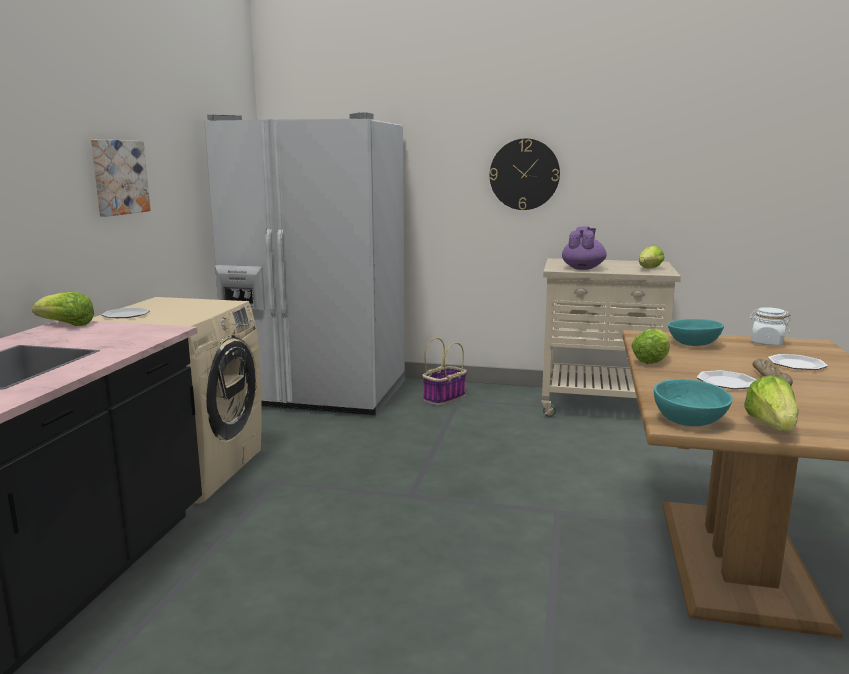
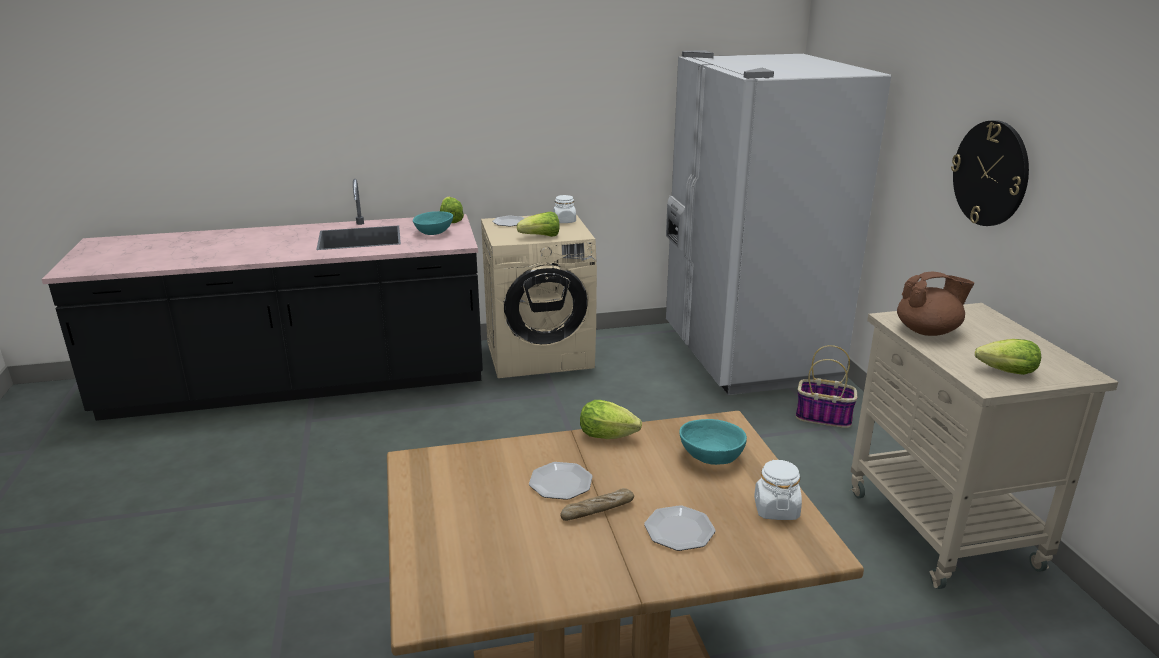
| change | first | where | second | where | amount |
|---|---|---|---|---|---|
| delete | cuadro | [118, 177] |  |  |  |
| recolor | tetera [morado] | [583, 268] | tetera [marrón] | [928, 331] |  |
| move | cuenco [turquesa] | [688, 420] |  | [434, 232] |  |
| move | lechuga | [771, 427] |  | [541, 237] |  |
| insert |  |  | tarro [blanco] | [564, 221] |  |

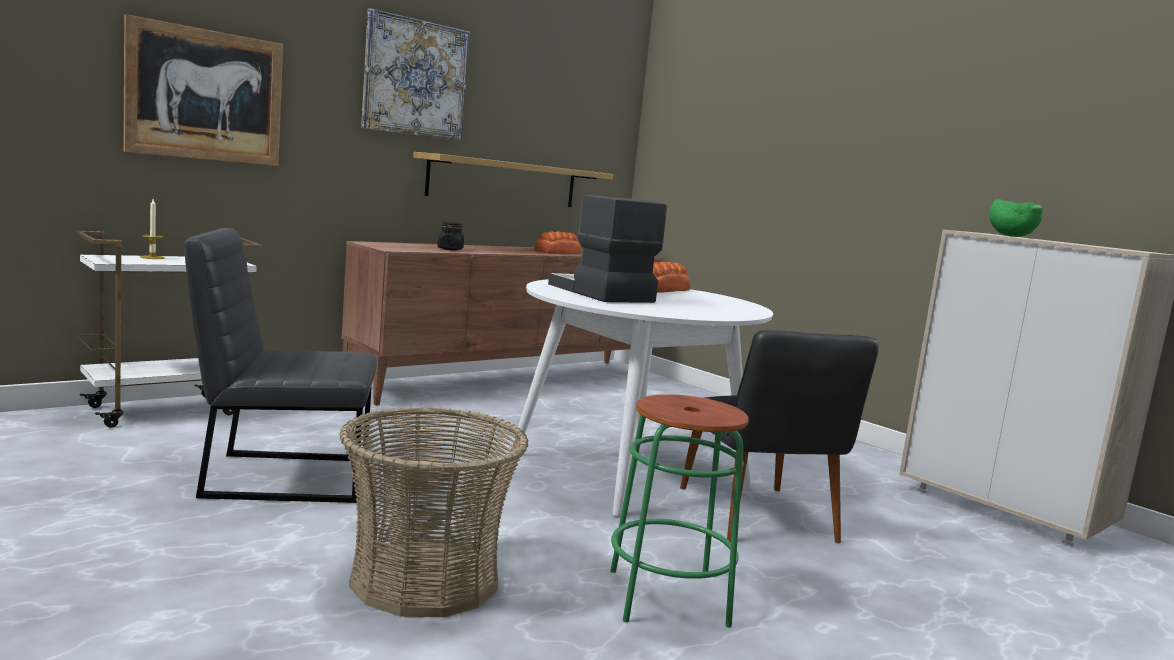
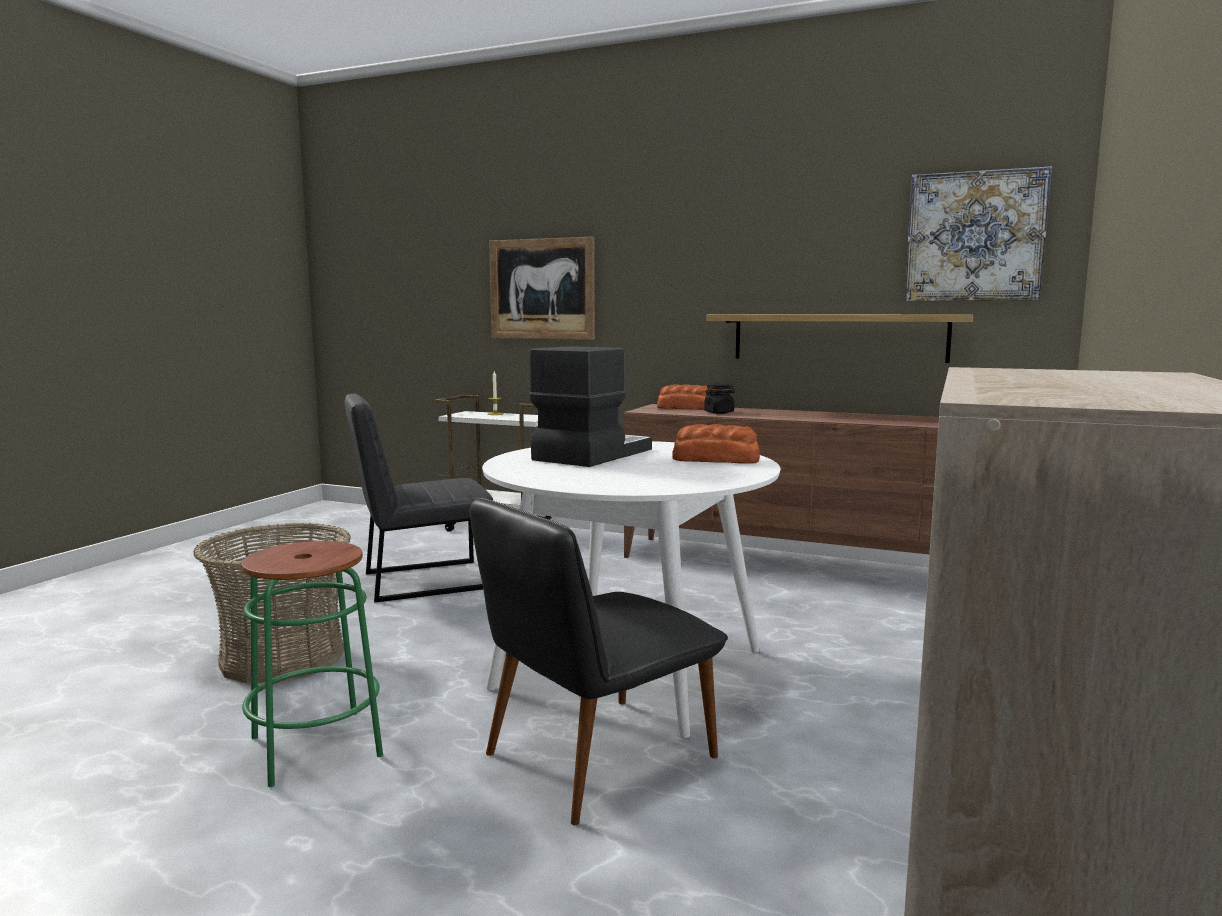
| change | first | where | second | where | amount |
|---|---|---|---|---|---|
| rotate | silla [gris] | [282, 477] |  | [422, 580] | 75 degrees counterclockwise |
| move | cuadro | [415, 78] |  | [974, 236] |  |
| move | pan | [557, 252] |  | [685, 408] |  |
| delete | cuenco [verde] | [1009, 236] |  |  |  |

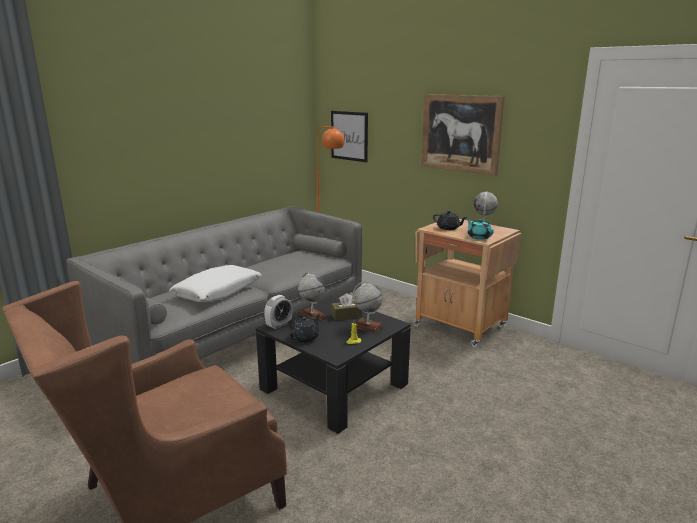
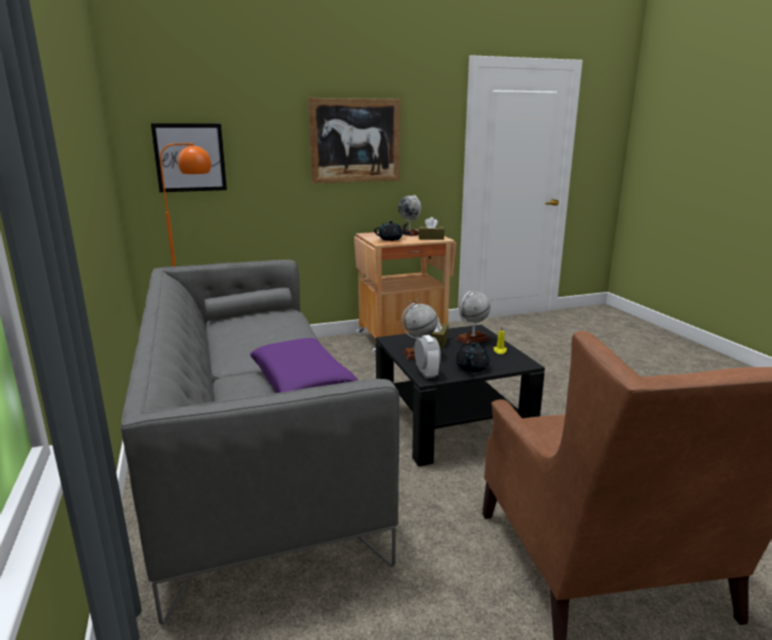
| change | first | where | second | where | amount |
|---|---|---|---|---|---|
| recolor | cojín [blanco] | [217, 292] | cojín [morado] | [302, 381] |  |
| rotate | tetera [negro] | [305, 337] |  | [471, 367] | 135 degrees counterclockwise |
| replace | tetera [turquesa] | [478, 237] | caja de pañuelos [marrón] | [431, 238] |  |

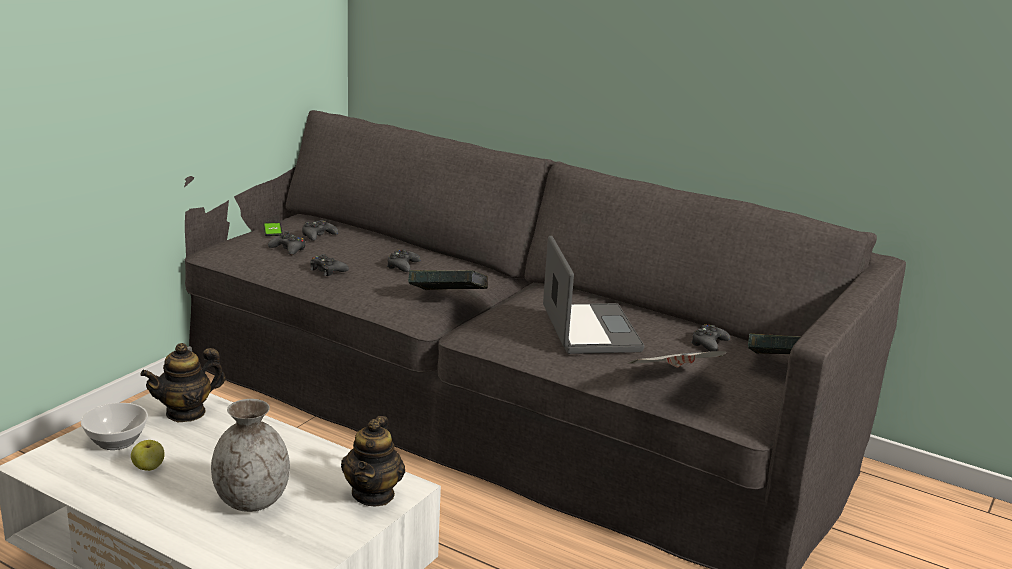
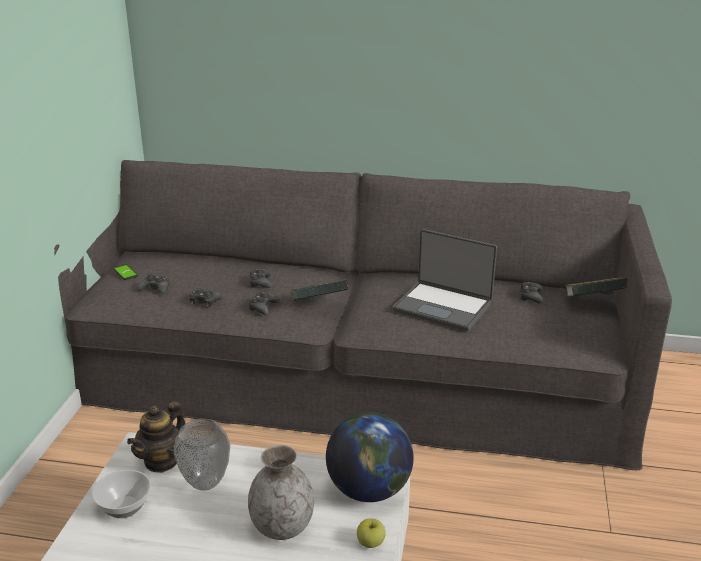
| change | first | where | second | where | amount |
|---|---|---|---|---|---|
| move | manzana | [149, 467] |  | [371, 543] |  |
| move | mando de consola [negro] | [318, 235] |  | [263, 307] |  |
| replace | tetera | [373, 494] | globo terráqueo | [369, 490] |  |
| rotate | portátil | [588, 330] |  | [443, 307] | 150 degrees clockwise |
| delete | periódico | [672, 382] |  |  |  |
| insert |  |  | florero | [206, 482] |  |

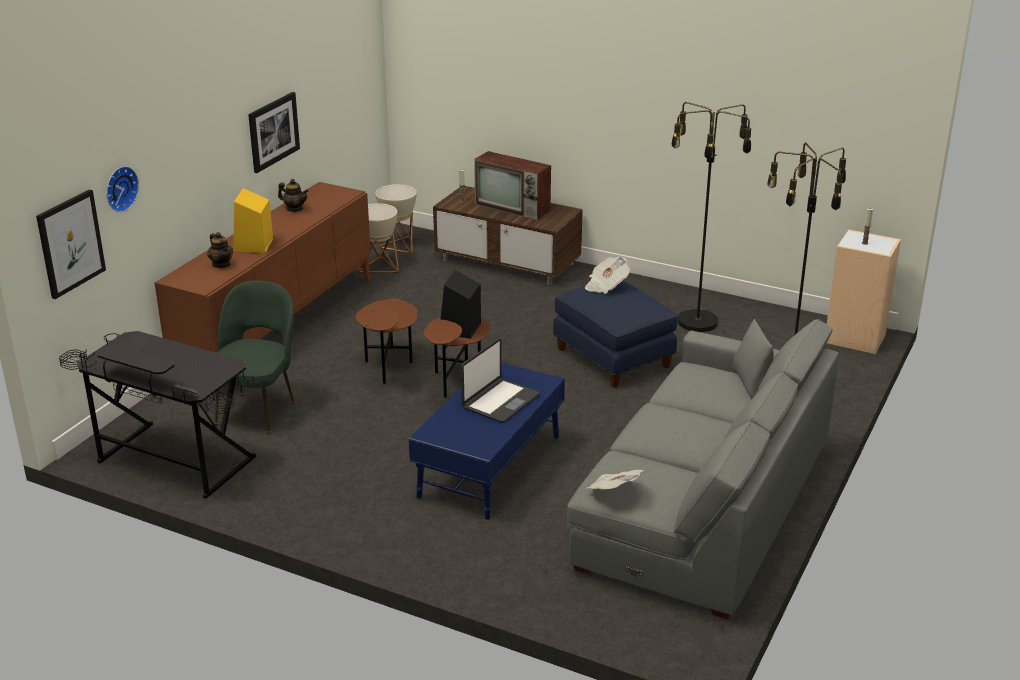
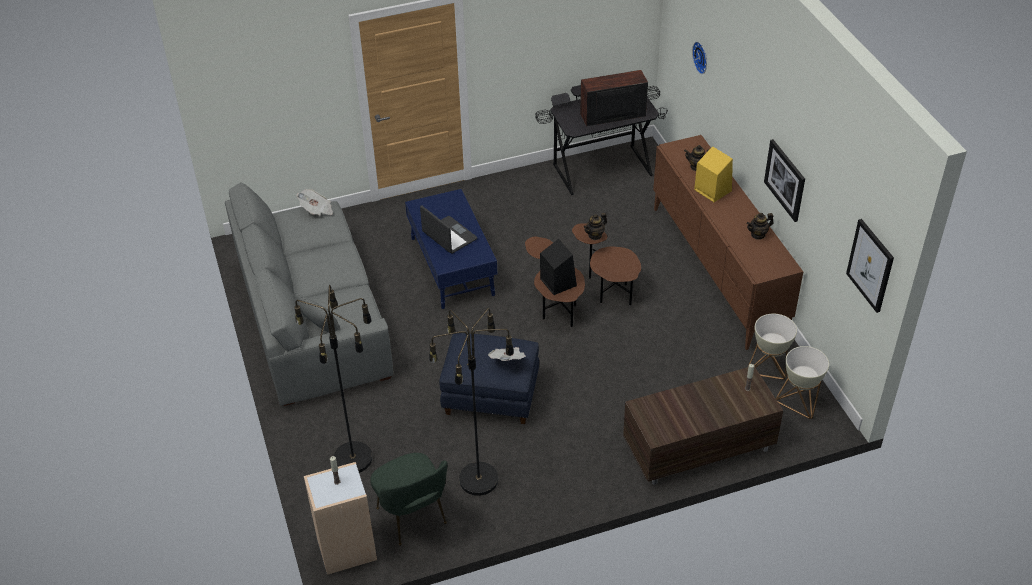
| change | first | where | second | where | amount |
|---|---|---|---|---|---|
| move | cuadro | [70, 243] |  | [870, 265] |  |
| move | silla [verde] | [259, 410] |  | [414, 520] |  |
| rotate | portátil | [499, 401] |  | [449, 236] | 150 degrees clockwise |
| move | televisor | [514, 207] |  | [611, 115] |  |
| insert |  |  | tetera | [595, 235] |  |

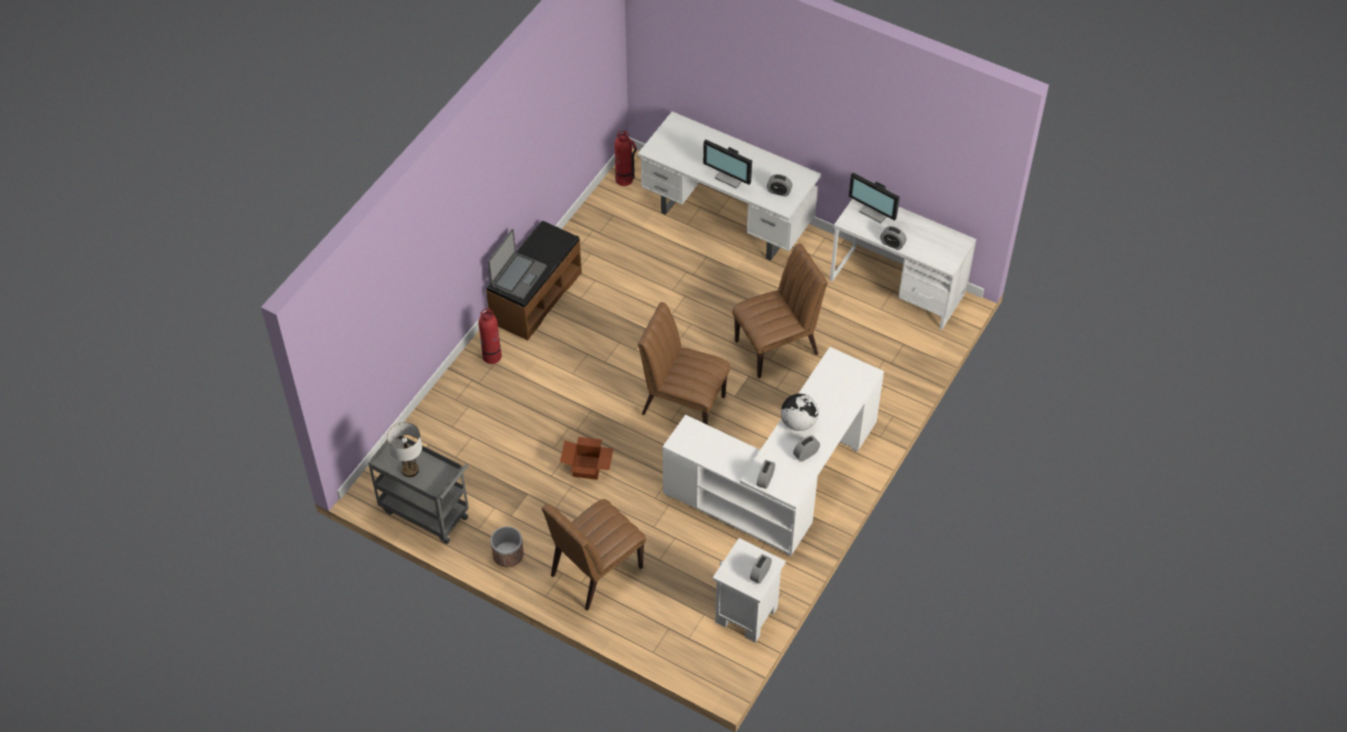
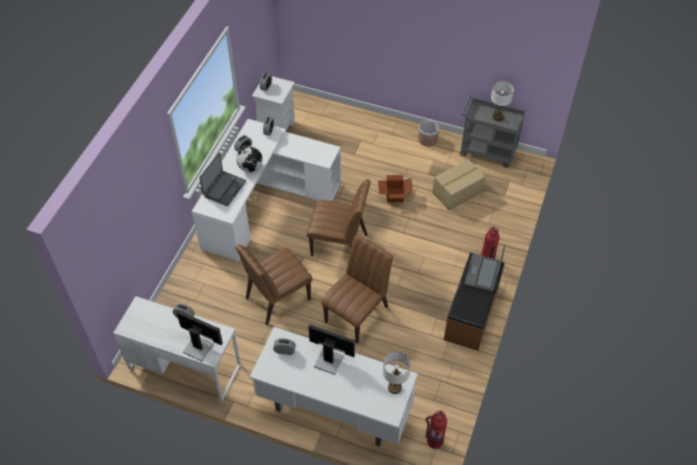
| change | first | where | second | where | amount |
|---|---|---|---|---|---|
| move | silla [marrón] | [596, 570] |  | [356, 315] |  |
| insert |  |  | portátil | [224, 189] |  |
| insert |  |  | lámpara de mesa | [394, 387] |  |
| insert |  |  | caja de cartón | [458, 192] |  |

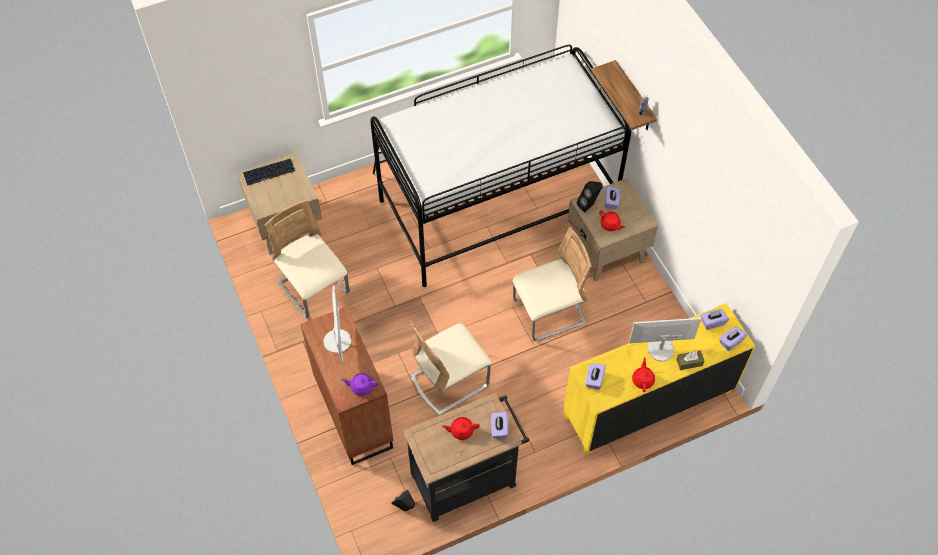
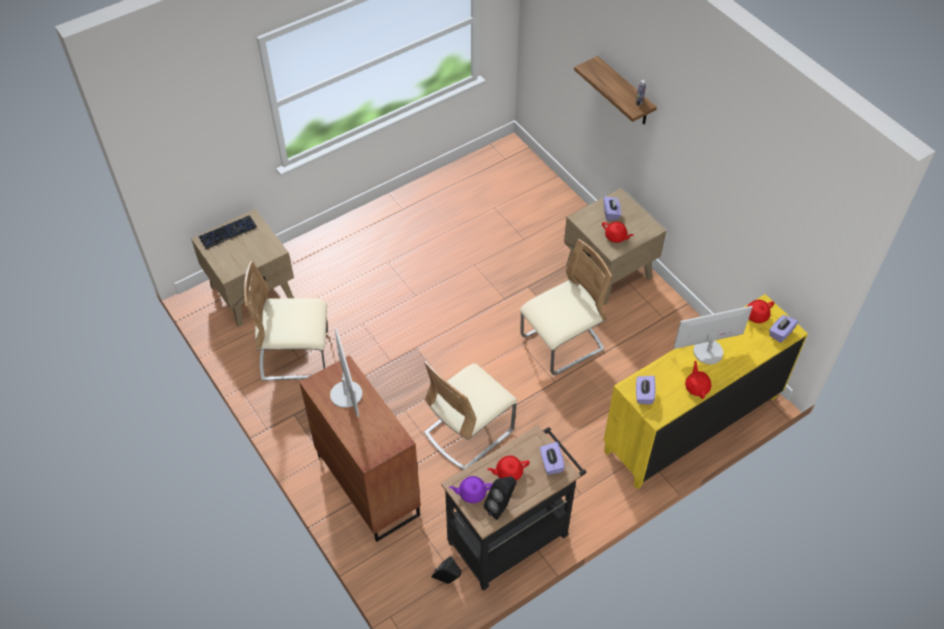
| change | first | where | second | where | amount |
|---|---|---|---|---|---|
| rotate | silla [beis] | [314, 288] |  | [296, 356] | 45 degrees counterclockwise |
| move | tetera [morado] | [361, 387] |  | [471, 493] |  |
| delete | cama [negro] | [493, 206] |  |  |  |
| move | altavoz [negro] | [589, 205] |  | [501, 507] |  |
| delete | caja de pañuelos [marrón] | [689, 362] |  |  |  |
| replace | caja de pañuelos [morado] | [712, 322] | tetera [rojo] | [756, 316] |  |

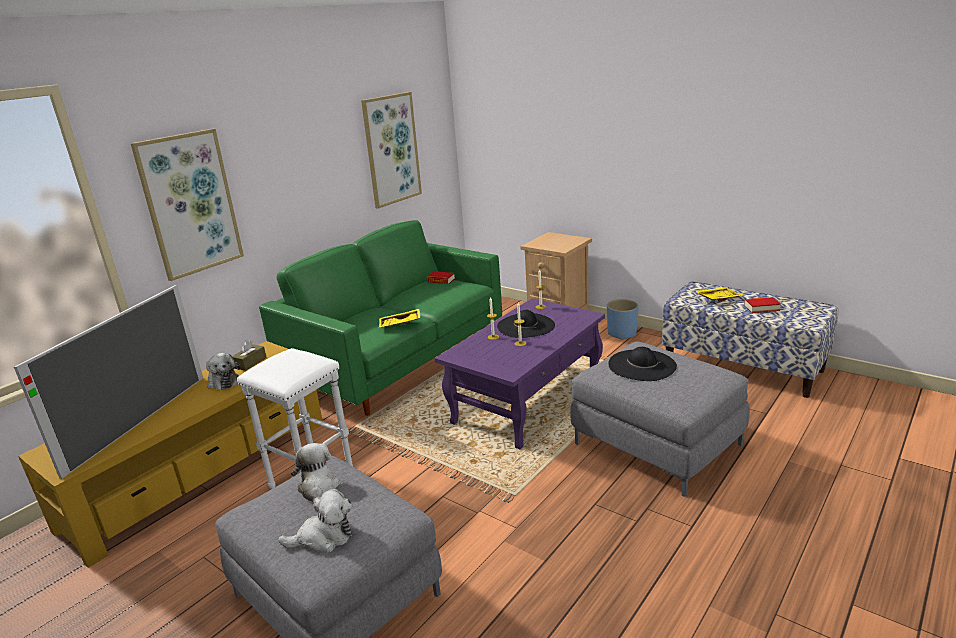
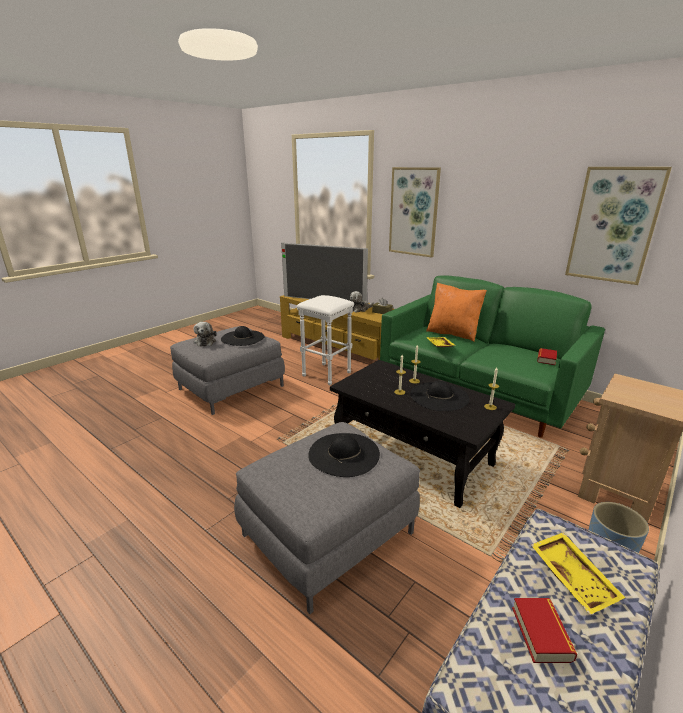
| change | first | where | second | where | amount |
|---|---|---|---|---|---|
| replace | peluche | [318, 489] | sombrero [negro] | [242, 338] |  |
| recolor | mesa de centro [morado] | [528, 401] | mesa de centro [negro] | [415, 456] |  |
| insert |  |  | cojín [naranja] | [453, 333] |  |

